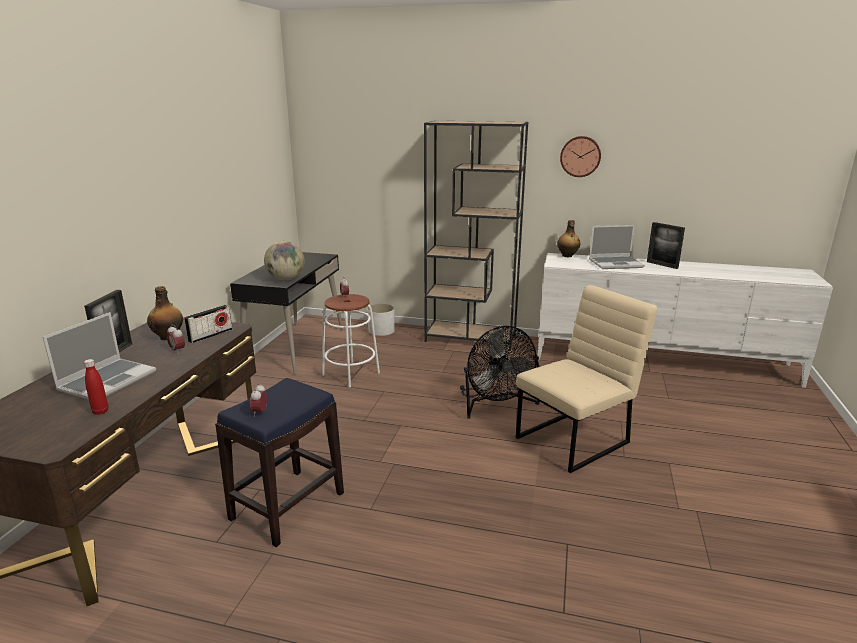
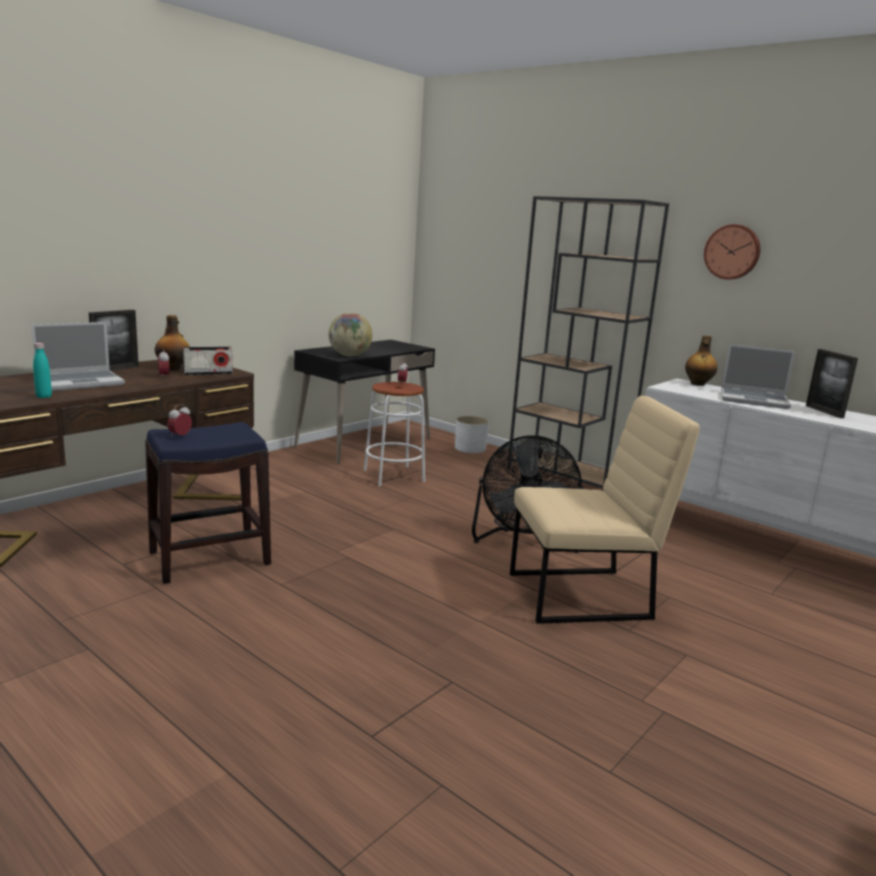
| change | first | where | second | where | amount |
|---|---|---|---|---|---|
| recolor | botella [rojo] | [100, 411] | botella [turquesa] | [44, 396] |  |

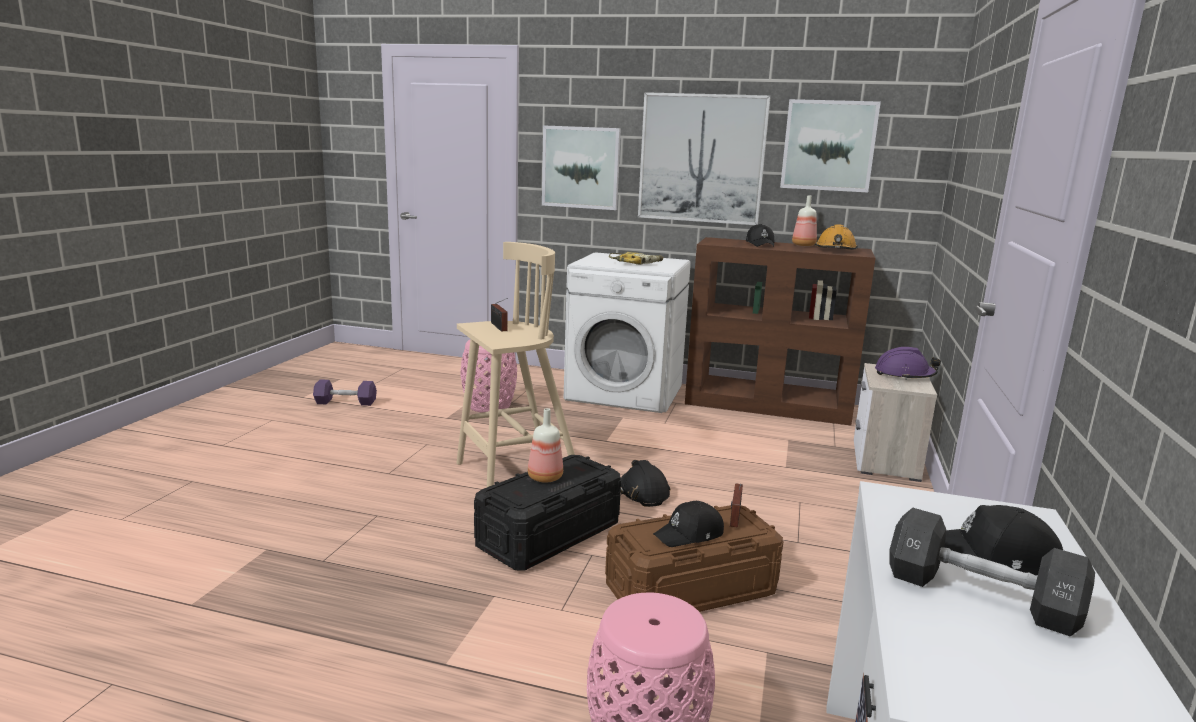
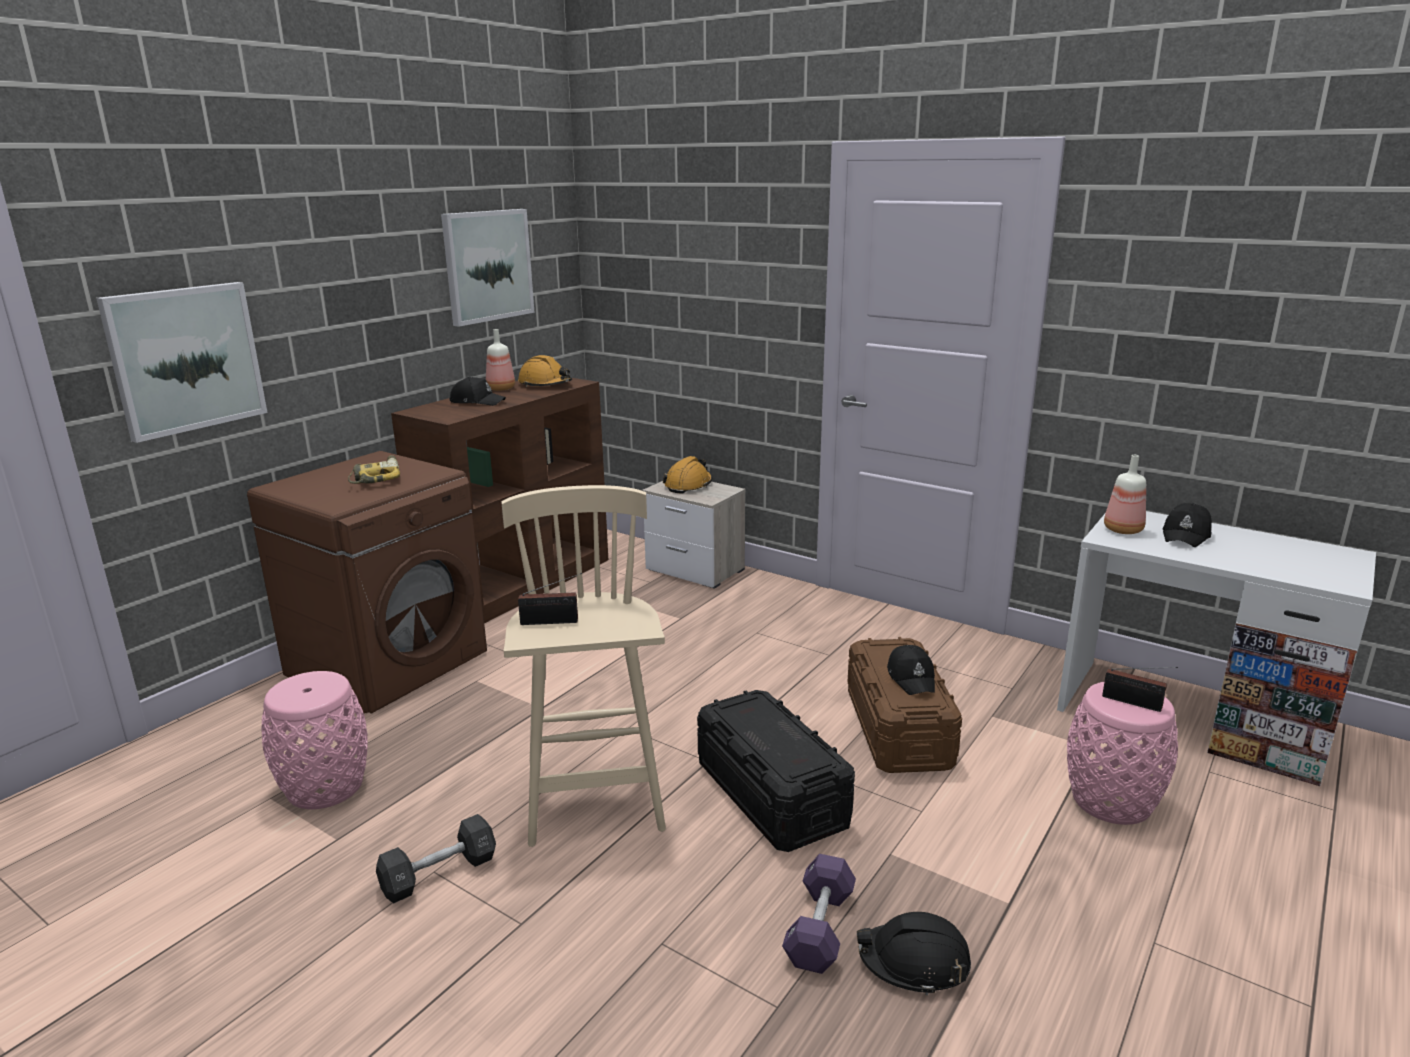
| change | first | where | second | where | amount |
|---|---|---|---|---|---|
| move | mancuerna [morado] | [345, 402] |  | [819, 928] |  |
| move | botella | [544, 478] |  | [1123, 530] |  |
| recolor | lavadora [blanco] | [624, 393] | lavadora [marrón] | [393, 662] |  |
| move | casco [negro] | [643, 492] |  | [914, 963] |  |
| delete | cuadro | [701, 159] |  |  |  |
| move | radio | [734, 517] |  | [1135, 703] |  |
| recolor | casco [morado] | [904, 375] | casco [naranja] | [688, 485] |  |
| move | mancuerna [negro] | [980, 596] |  | [439, 874] |  |

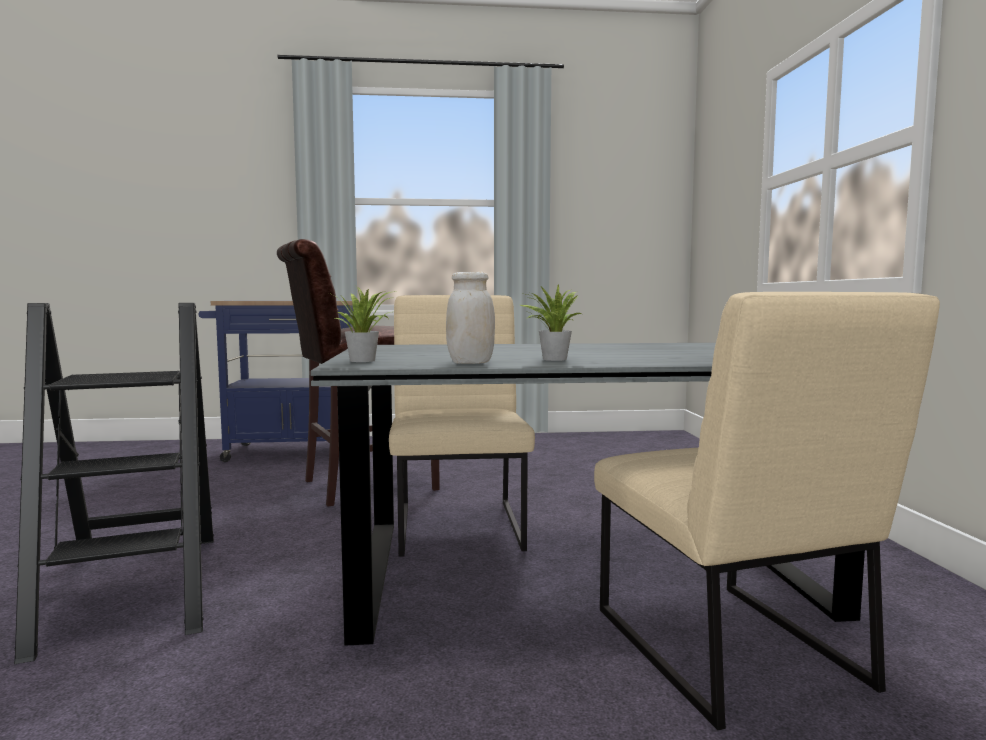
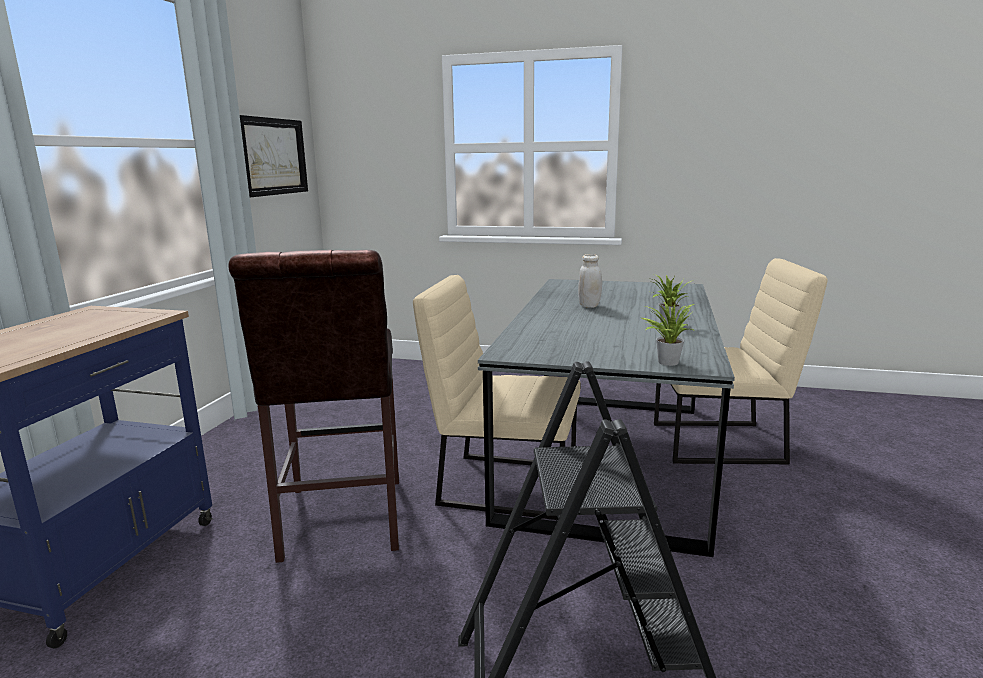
| change | first | where | second | where | amount |
|---|---|---|---|---|---|
| move | tarro [blanco] | [470, 363] |  | [589, 305] |  |
| insert |  |  | cuadro | [273, 156] |  |

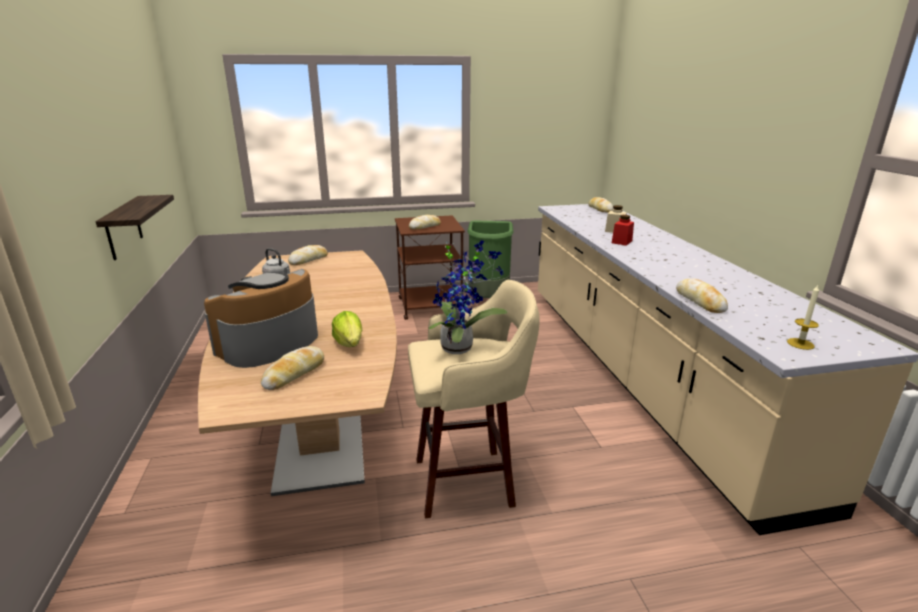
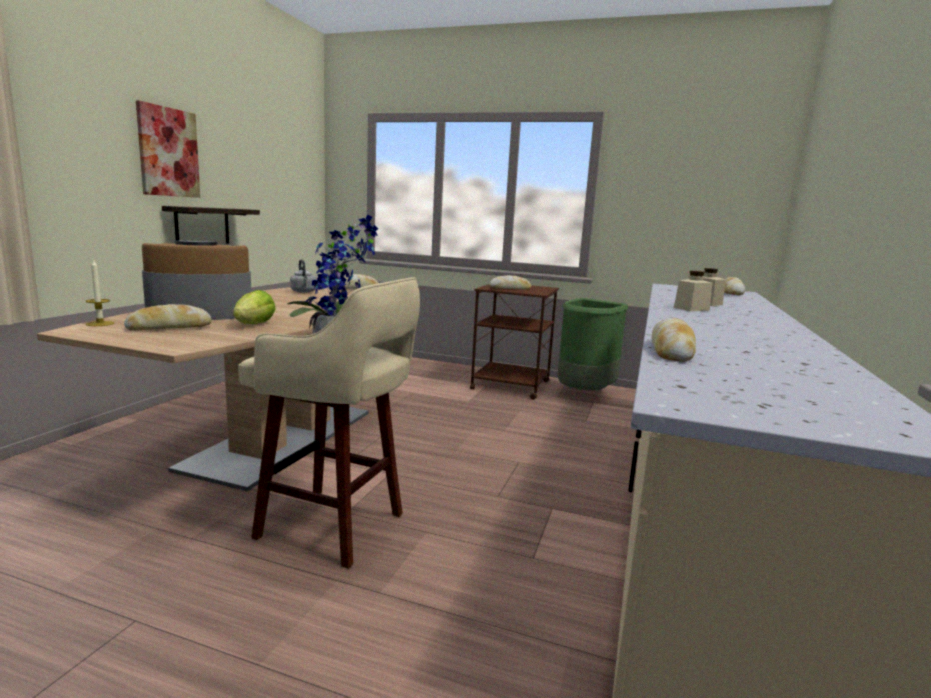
| change | first | where | second | where | amount |
|---|---|---|---|---|---|
| recolor | tarro [rojo] | [621, 242] | tarro [beis] | [691, 309] |  |
| move | vela | [800, 344] |  | [100, 323] |  |
| insert |  |  | cuadro | [168, 152] |  |

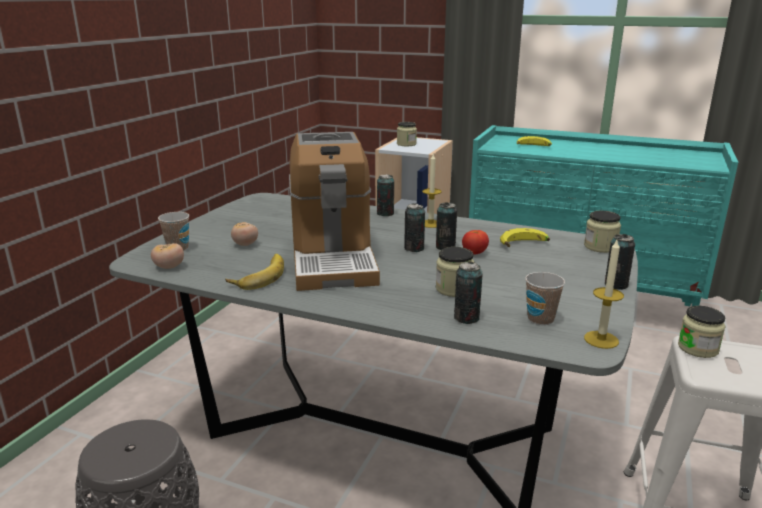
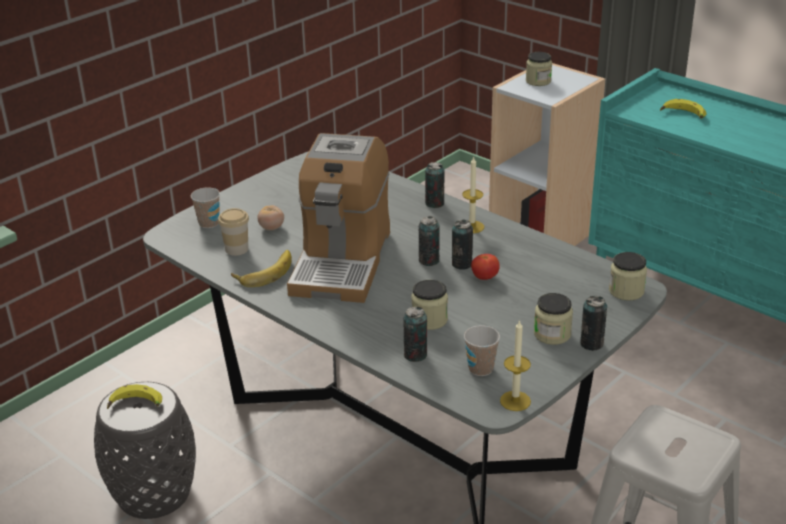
| change | first | where | second | where | amount |
|---|---|---|---|---|---|
| delete | tomate | [169, 267] |  |  |  |
| move | plátano | [524, 245] |  | [135, 405] |  |
| move | tarro | [698, 348] |  | [552, 334] |  |
| insert |  |  | taza | [236, 249] |  |

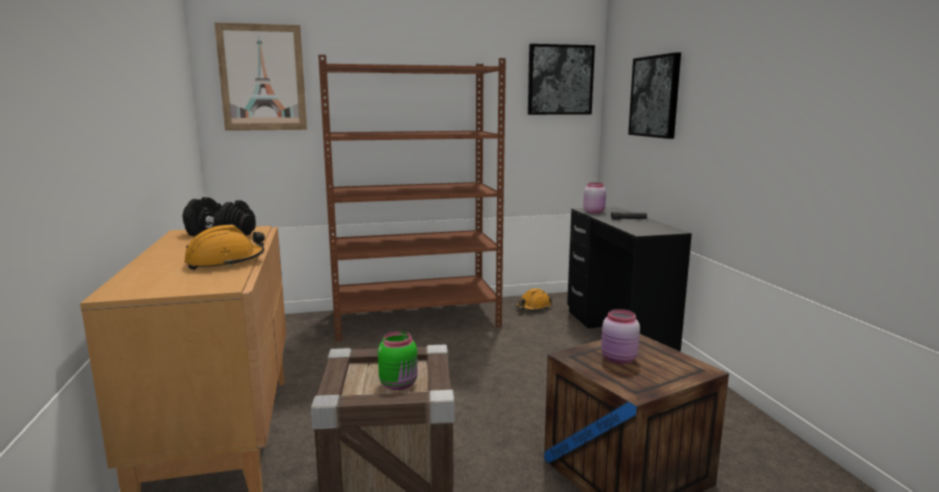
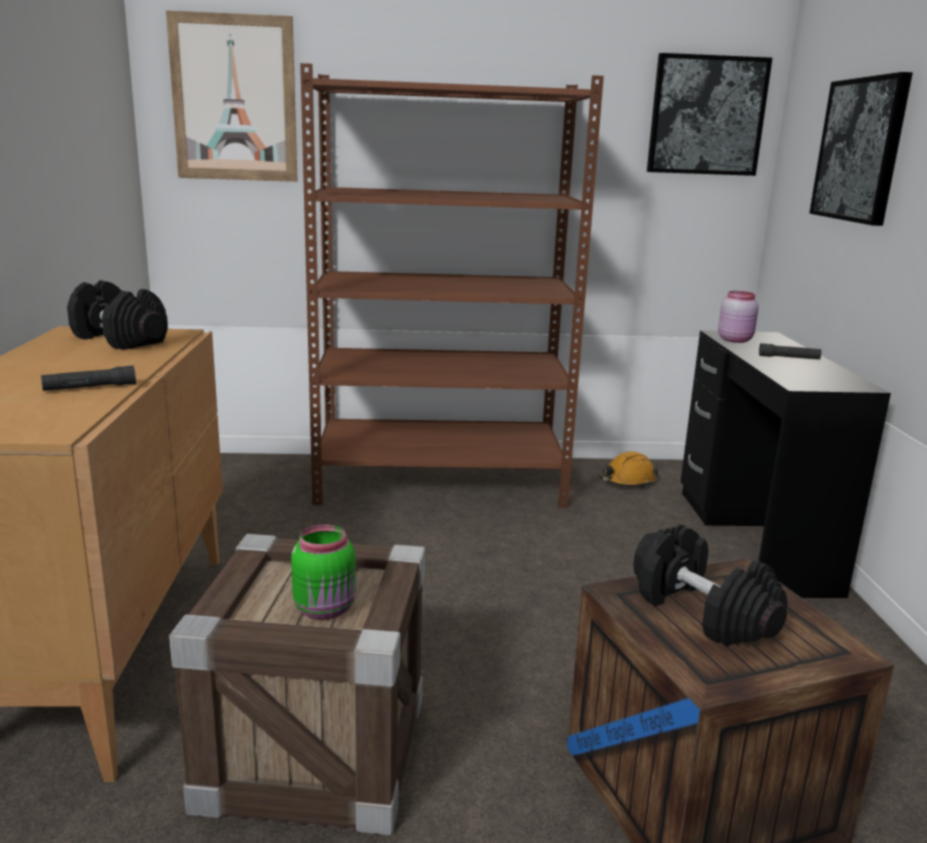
| change | first | where | second | where | amount |
|---|---|---|---|---|---|
| replace | casco [naranja] | [225, 262] | linterna [negro] | [89, 388] |  |
| replace | tarro [rosa] | [619, 359] | mancuerna [negro] | [700, 611] |  |

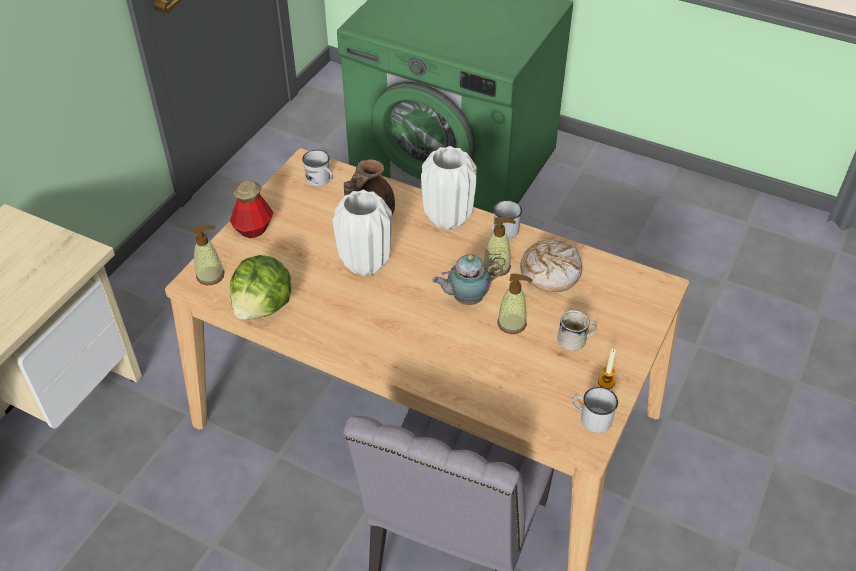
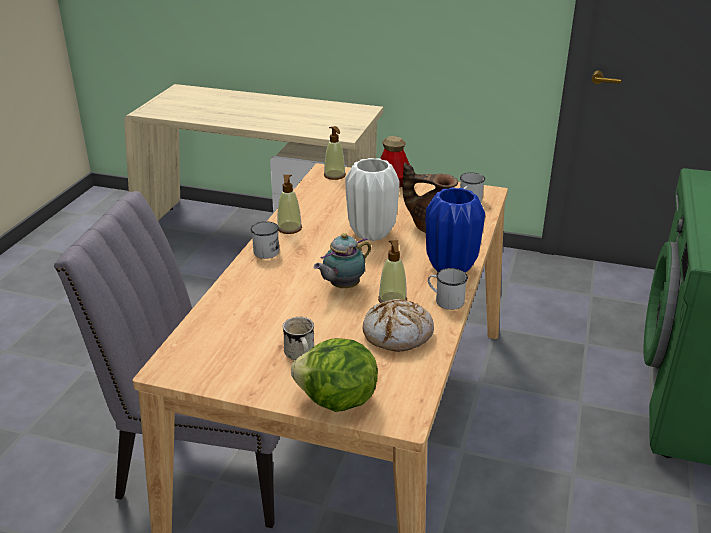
| change | first | where | second | where | amount |
|---|---|---|---|---|---|
| move | lechuga | [264, 307] |  | [337, 401] |  |
| recolor | florero [blanco] | [447, 218] | florero [azul] | [451, 267] |  |
| rotate | tetera | [466, 299] |  | [342, 286] | 105 degrees counterclockwise |
| move | dispensador de jabón | [512, 323] |  | [289, 228] |  |
| move | taza grande [blanco] | [591, 418] |  | [267, 250] |  |
| delete | vela | [606, 382] |  |  |  |

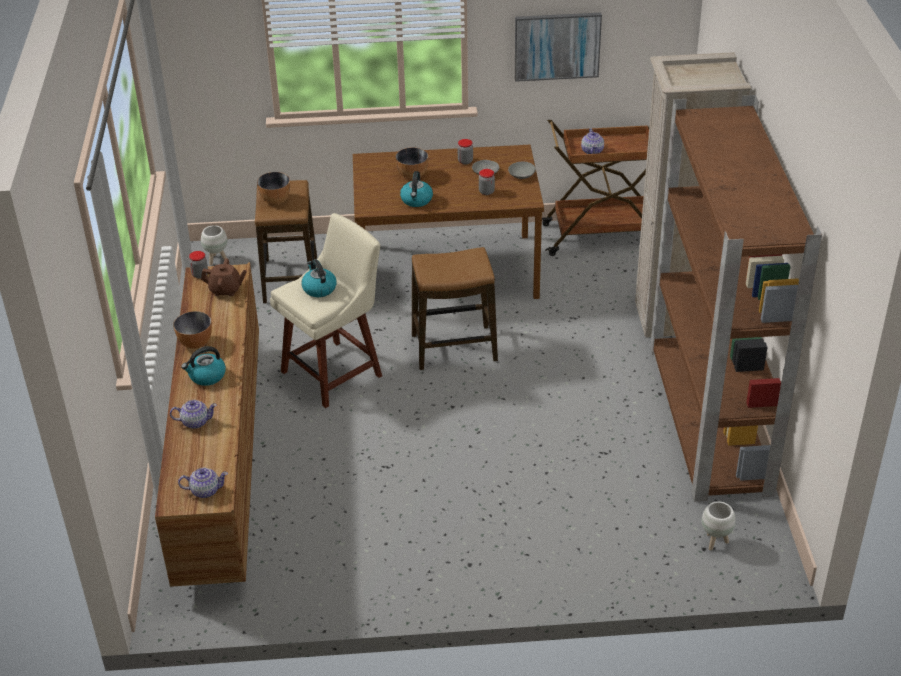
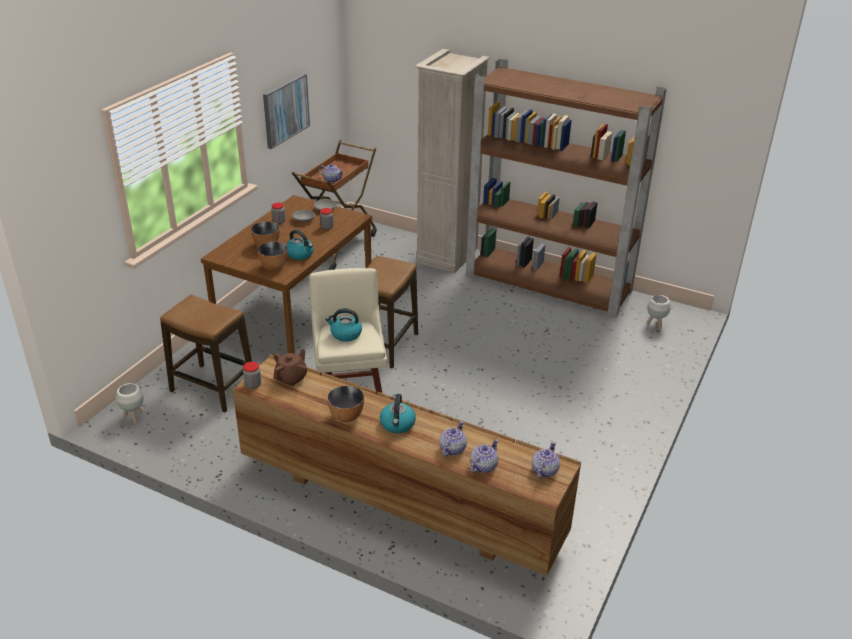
| change | first | where | second | where | amount |
|---|---|---|---|---|---|
| move | cuenco | [275, 200] |  | [273, 266] |  |
| insert |  |  | tetera | [483, 466] |  |

